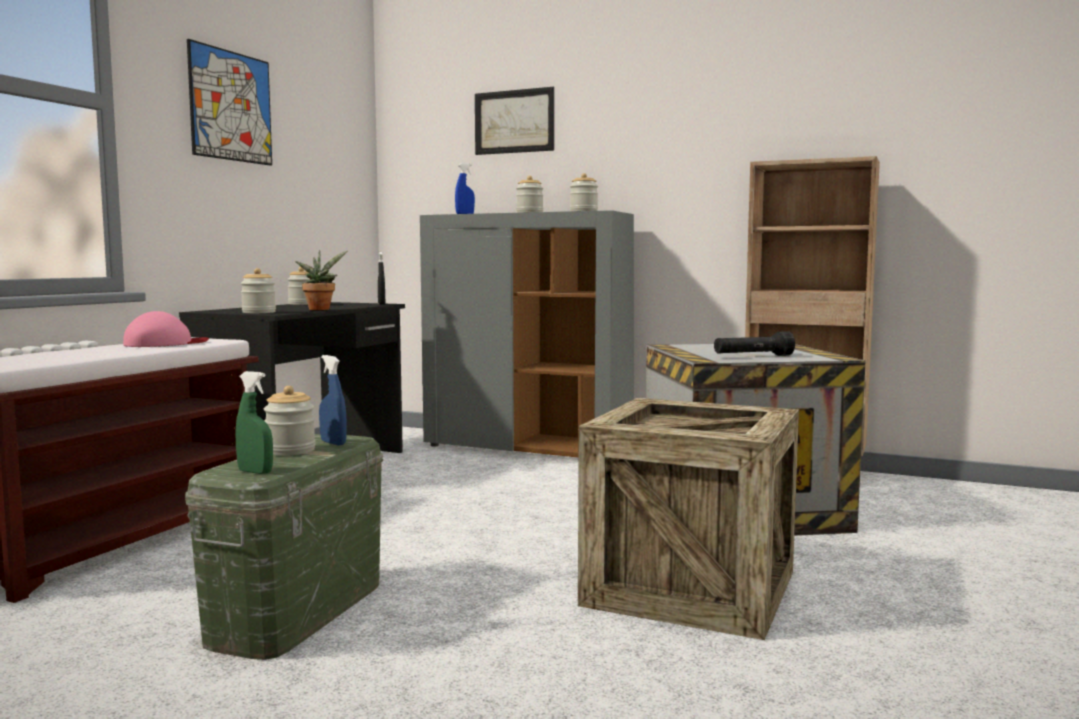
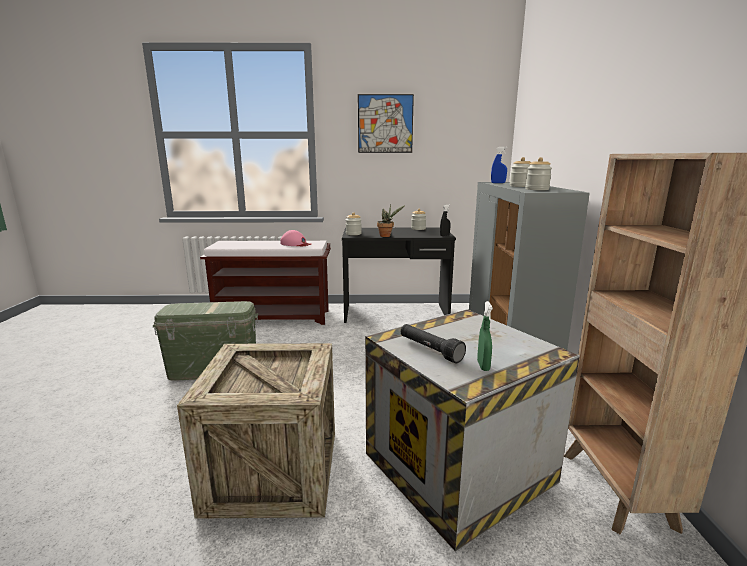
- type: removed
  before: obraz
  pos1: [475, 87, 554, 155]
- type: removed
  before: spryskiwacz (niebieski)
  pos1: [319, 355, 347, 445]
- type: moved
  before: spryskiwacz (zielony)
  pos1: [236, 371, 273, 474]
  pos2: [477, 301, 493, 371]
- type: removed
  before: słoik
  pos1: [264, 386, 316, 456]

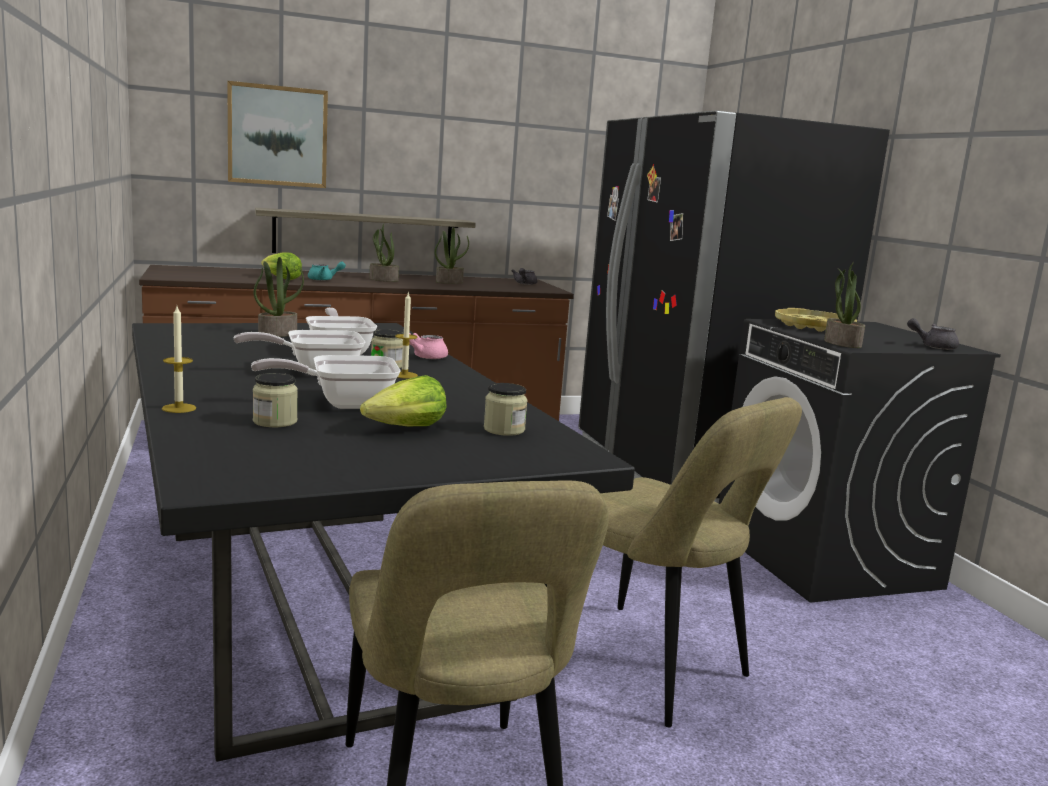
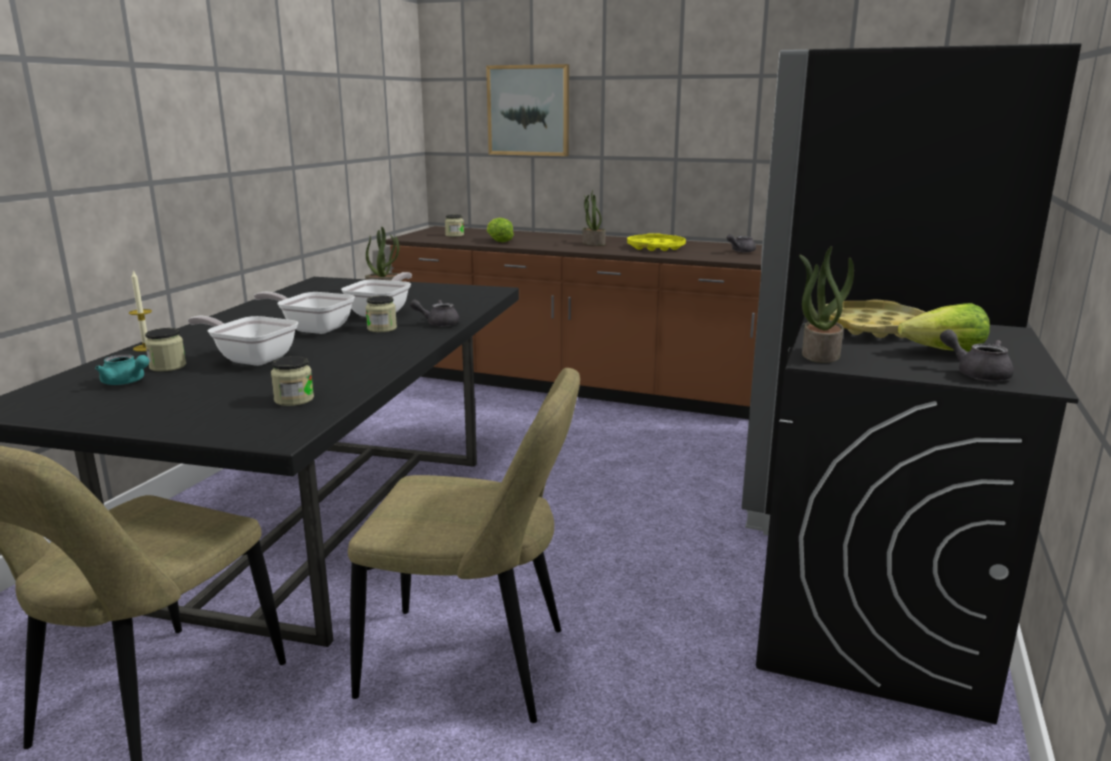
- type: removed
  before: półka
  pos1: [255, 208, 476, 258]
- type: replaced
  before: roślina doniczkowa
  after: taca (żółty)
  pos1: [434, 227, 469, 284]
  pos2: [627, 233, 686, 251]
- type: moved
  before: imbryk (turkusowy)
  pos1: [308, 262, 346, 281]
  pos2: [95, 354, 149, 385]
- type: removed
  before: świeca
  pos1: [395, 293, 418, 378]
- type: recoloured
  before: imbryk (różowy)
  after: imbryk (szary)
  pos1: [409, 333, 448, 359]
  pos2: [410, 299, 460, 326]
- type: moved
  before: sałata
  pos1: [360, 375, 447, 427]
  pos2: [898, 303, 990, 352]
- type: turned
  before: krzesło (beżowy)
  pos1: [545, 397, 802, 728]
  pos2: [348, 368, 580, 723]
  turn: -75
- type: added
  after: słoik
  pos2: [445, 214, 464, 237]

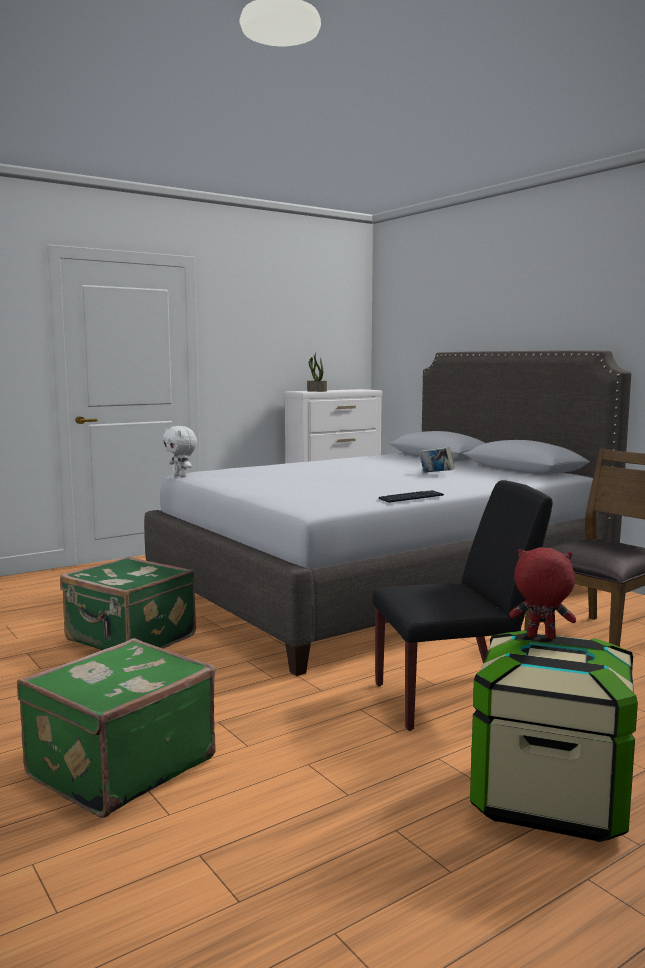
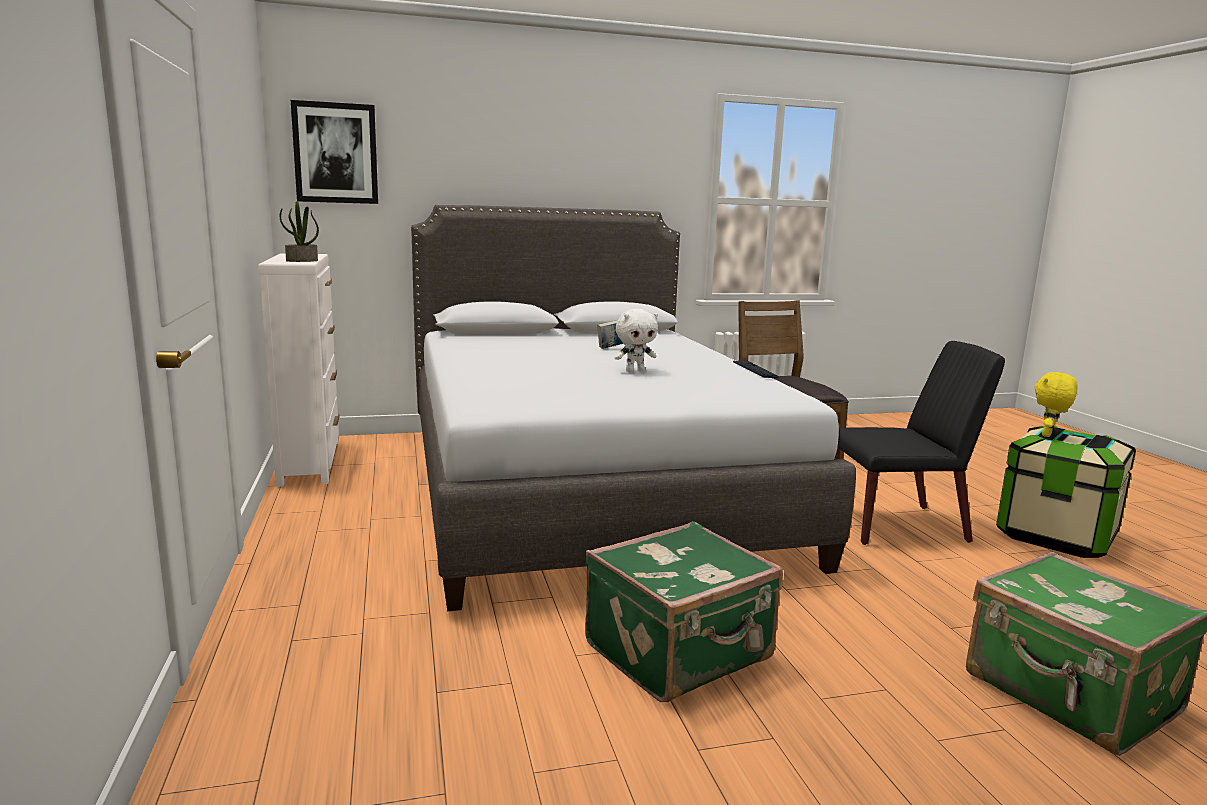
- type: moved
  before: pluszak (biały)
  pos1: [163, 426, 197, 477]
  pos2: [615, 309, 658, 372]
- type: turned
  before: krzesło (czarny)
  pos1: [372, 480, 553, 731]
  pos2: [835, 341, 1005, 545]
  turn: 75
- type: recoloured
  before: pluszak (czerwony)
  after: pluszak (żółty)
  pos1: [509, 547, 576, 639]
  pos2: [1035, 372, 1078, 437]
- type: added
  after: obraz
  pos2: [291, 100, 378, 204]

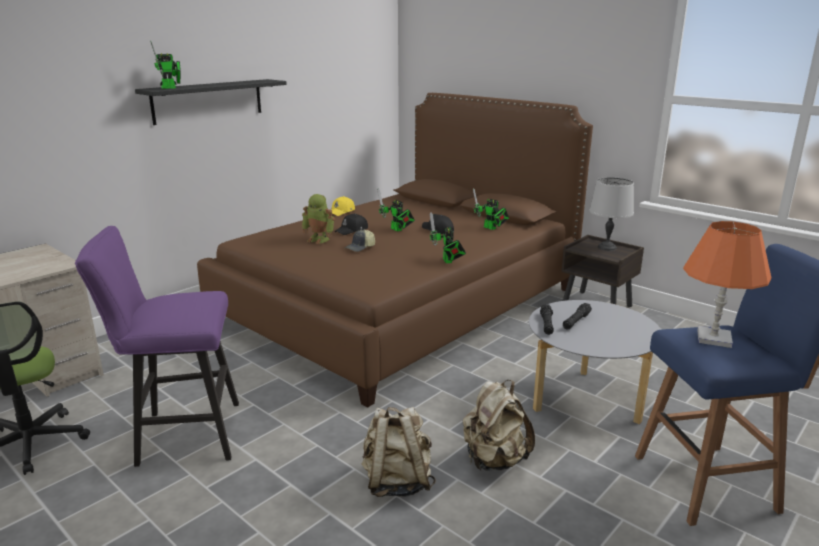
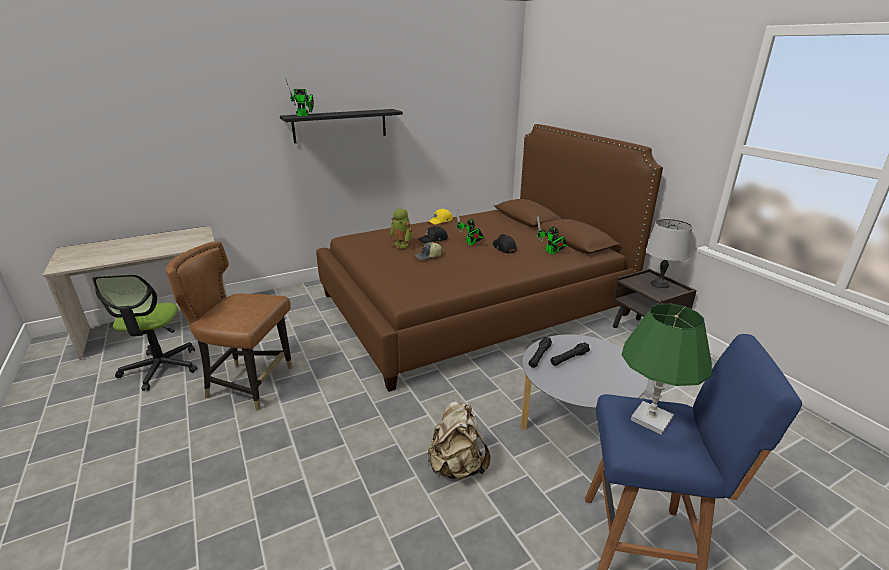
- type: removed
  before: robot zabawkowy
  pos1: [429, 212, 466, 263]
- type: recoloured
  before: lampa stołowa (pomarańczowy)
  after: lampa stołowa (zielony)
  pos1: [683, 221, 771, 348]
  pos2: [621, 304, 712, 435]
- type: replaced
  before: stołek (fioletowy)
  after: krzesło (brązowy)
  pos1: [75, 226, 239, 467]
  pos2: [166, 241, 292, 411]
- type: removed
  before: plecak (beżowy)
  pos1: [362, 407, 436, 497]

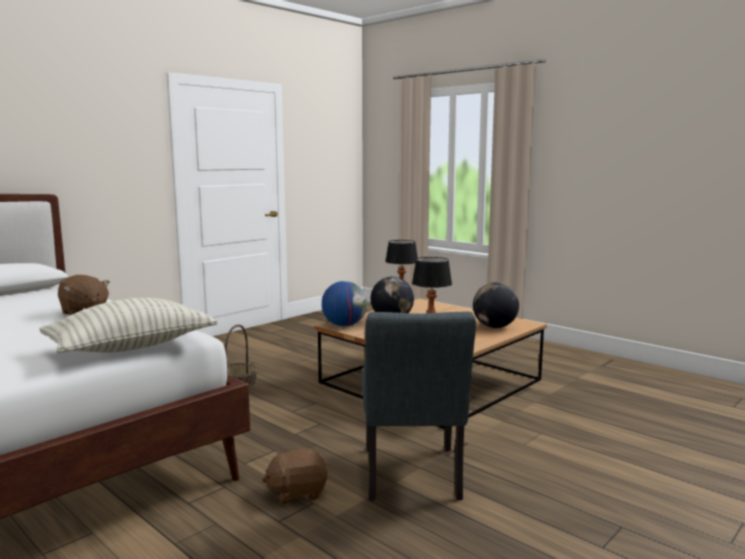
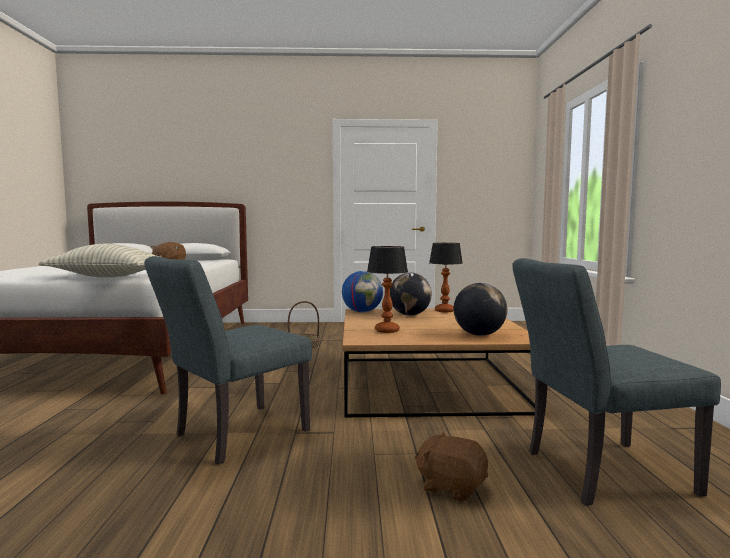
- type: moved
  before: pluszak (brązowy)
  pos1: [262, 449, 327, 505]
  pos2: [415, 432, 488, 502]
- type: added
  after: krzesło (szary)
  pos2: [512, 258, 721, 506]

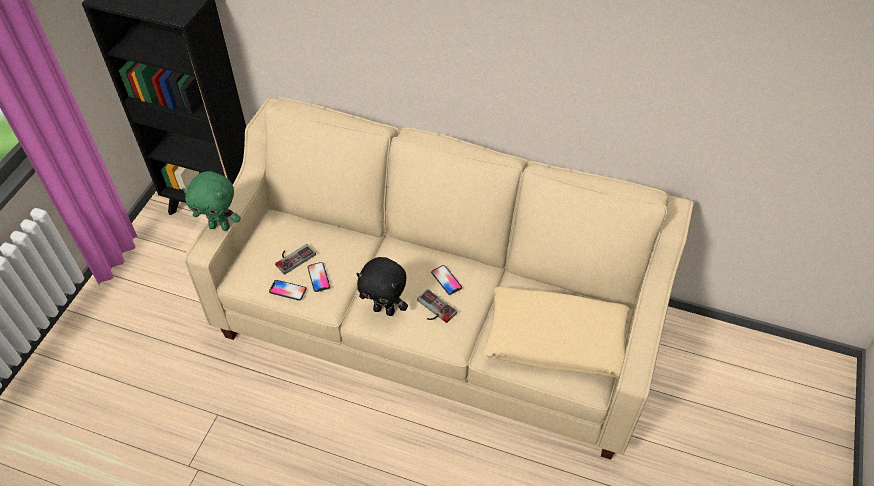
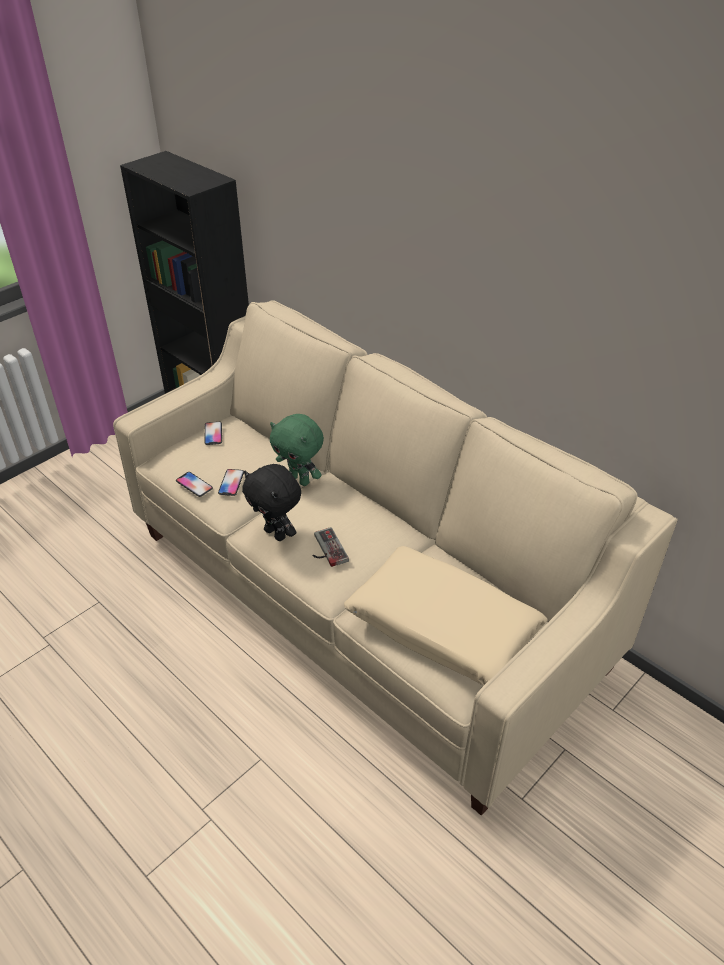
- type: moved
  before: pluszak (zielony)
  pos1: [182, 171, 241, 231]
  pos2: [270, 414, 324, 486]
- type: removed
  before: pad do gier
  pos1: [275, 244, 316, 275]
- type: moved
  before: telefon
  pos1: [431, 265, 462, 295]
  pos2: [204, 422, 222, 445]

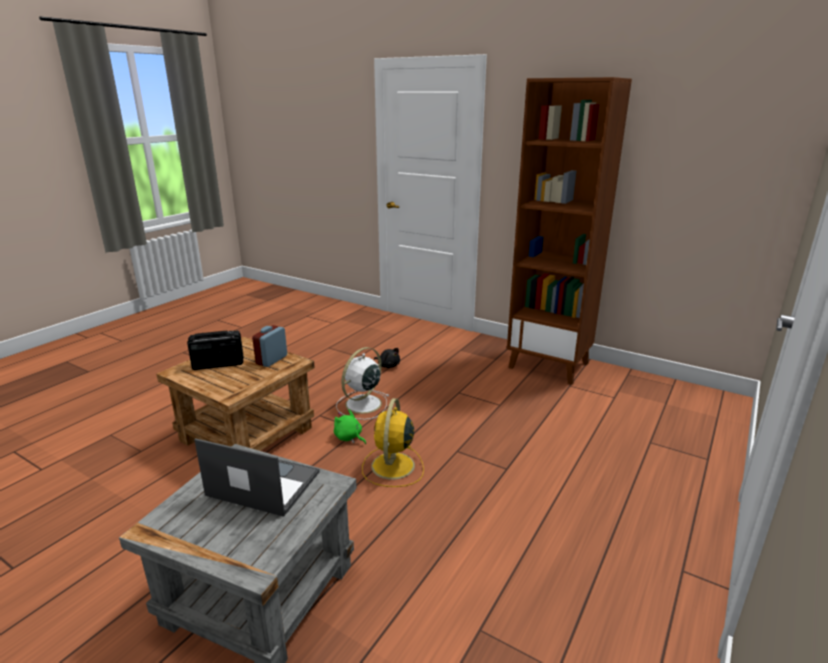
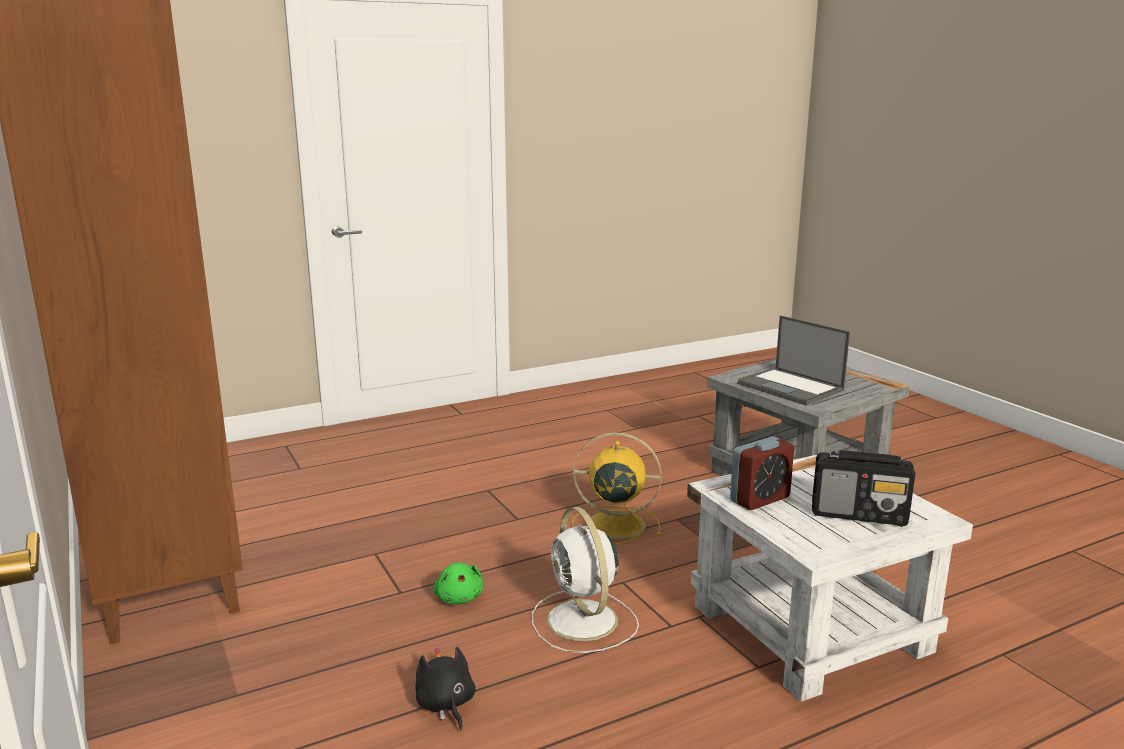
- type: recoloured
  before: stolik (brązowy)
  after: stolik (biały)
  pos1: [156, 337, 315, 451]
  pos2: [687, 452, 973, 702]
- type: turned
  before: wentylator (biały)
  pos1: [336, 347, 390, 420]
  pos2: [532, 507, 639, 653]
  turn: 90
- type: turned
  before: wentylator (żółty)
  pos1: [362, 398, 424, 487]
  pos2: [571, 432, 662, 545]
  turn: -120
- type: moved
  before: pluszak (zielony)
  pos1: [334, 410, 366, 444]
  pos2: [433, 562, 483, 604]

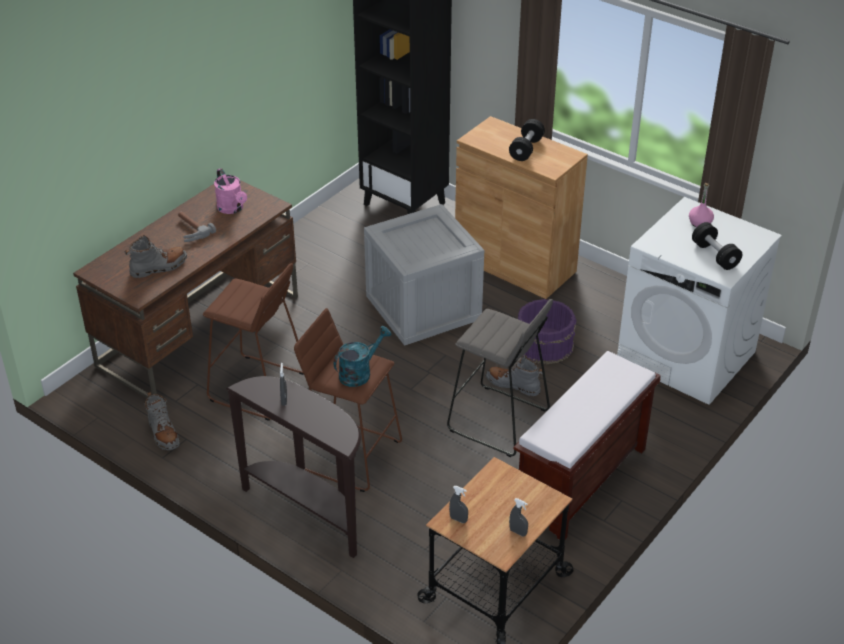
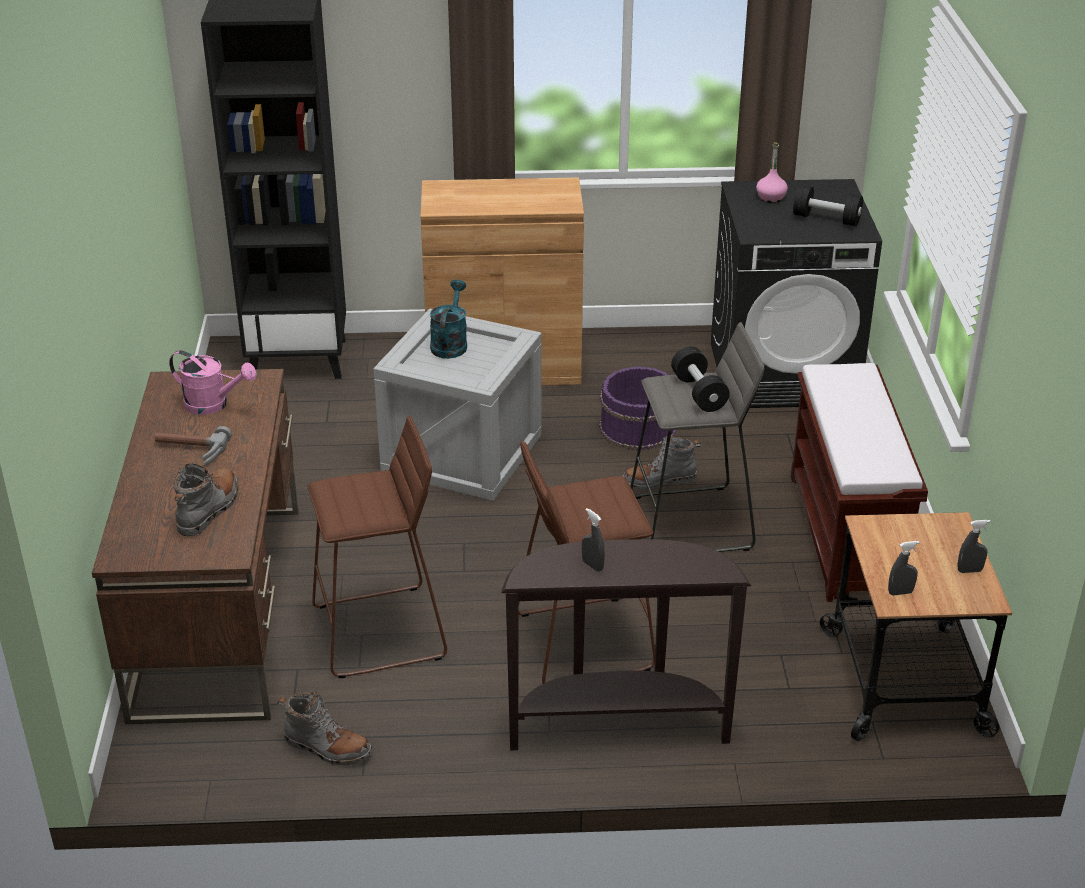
- type: moved
  before: hantel (czarny)
  pos1: [509, 119, 545, 161]
  pos2: [671, 347, 730, 412]
- type: recoloured
  before: pralka (biały)
  after: pralka (czarny)
  pos1: [617, 197, 782, 405]
  pos2: [711, 179, 882, 408]
- type: moved
  before: konewka (turkusowy)
  pos1: [333, 326, 391, 387]
  pos2: [430, 280, 467, 359]

